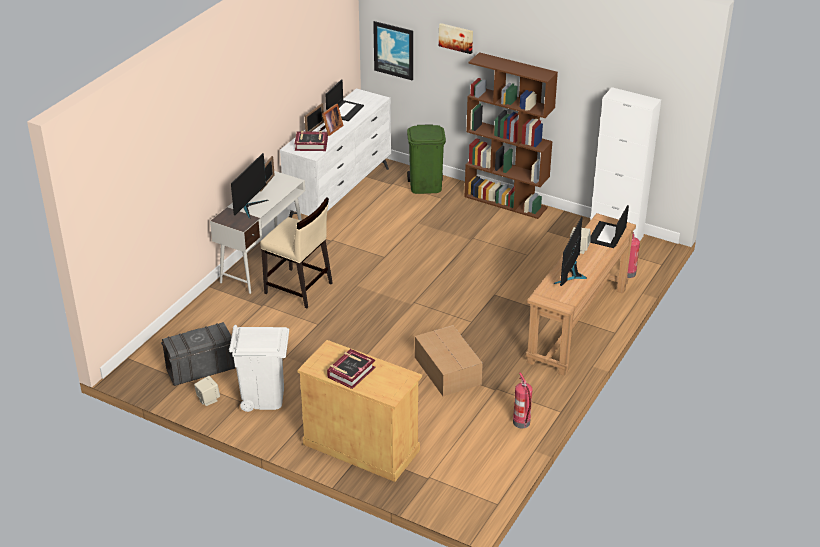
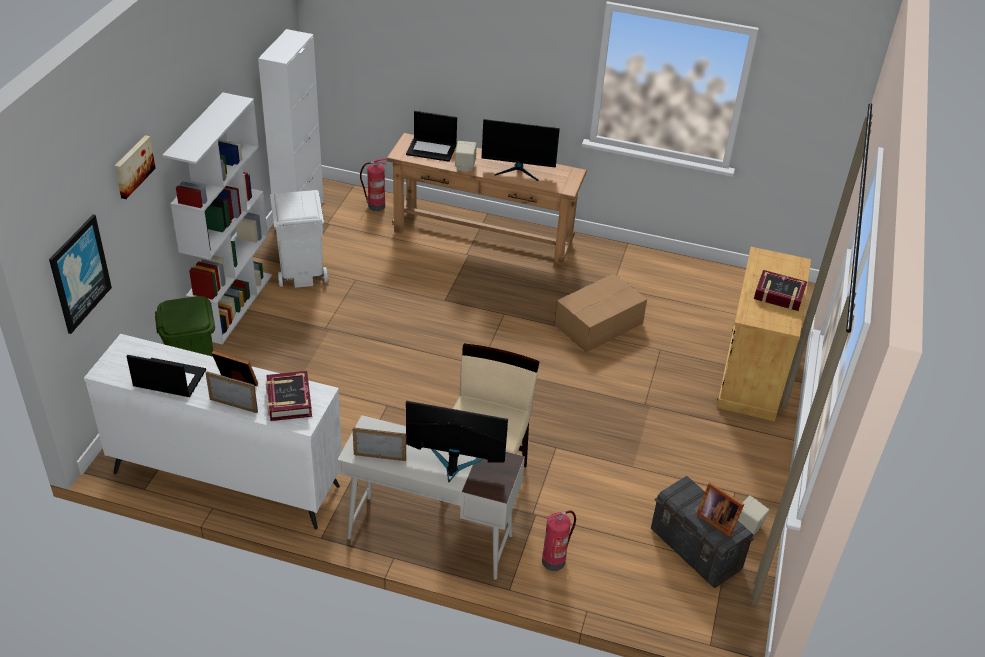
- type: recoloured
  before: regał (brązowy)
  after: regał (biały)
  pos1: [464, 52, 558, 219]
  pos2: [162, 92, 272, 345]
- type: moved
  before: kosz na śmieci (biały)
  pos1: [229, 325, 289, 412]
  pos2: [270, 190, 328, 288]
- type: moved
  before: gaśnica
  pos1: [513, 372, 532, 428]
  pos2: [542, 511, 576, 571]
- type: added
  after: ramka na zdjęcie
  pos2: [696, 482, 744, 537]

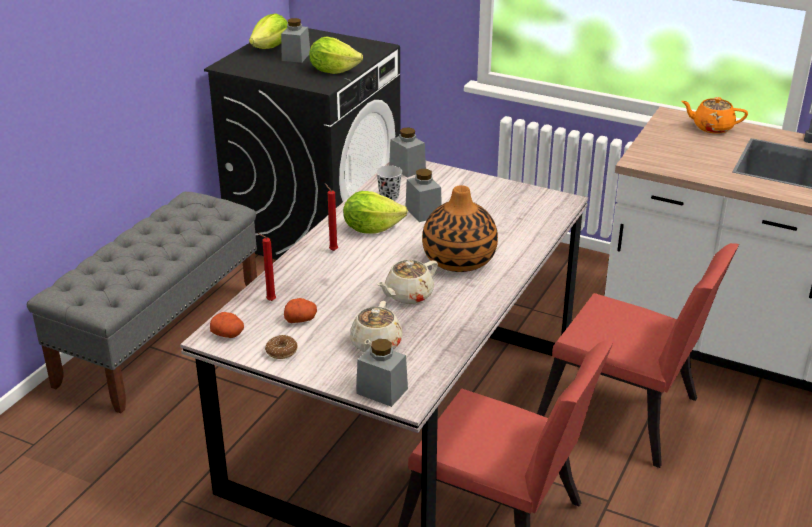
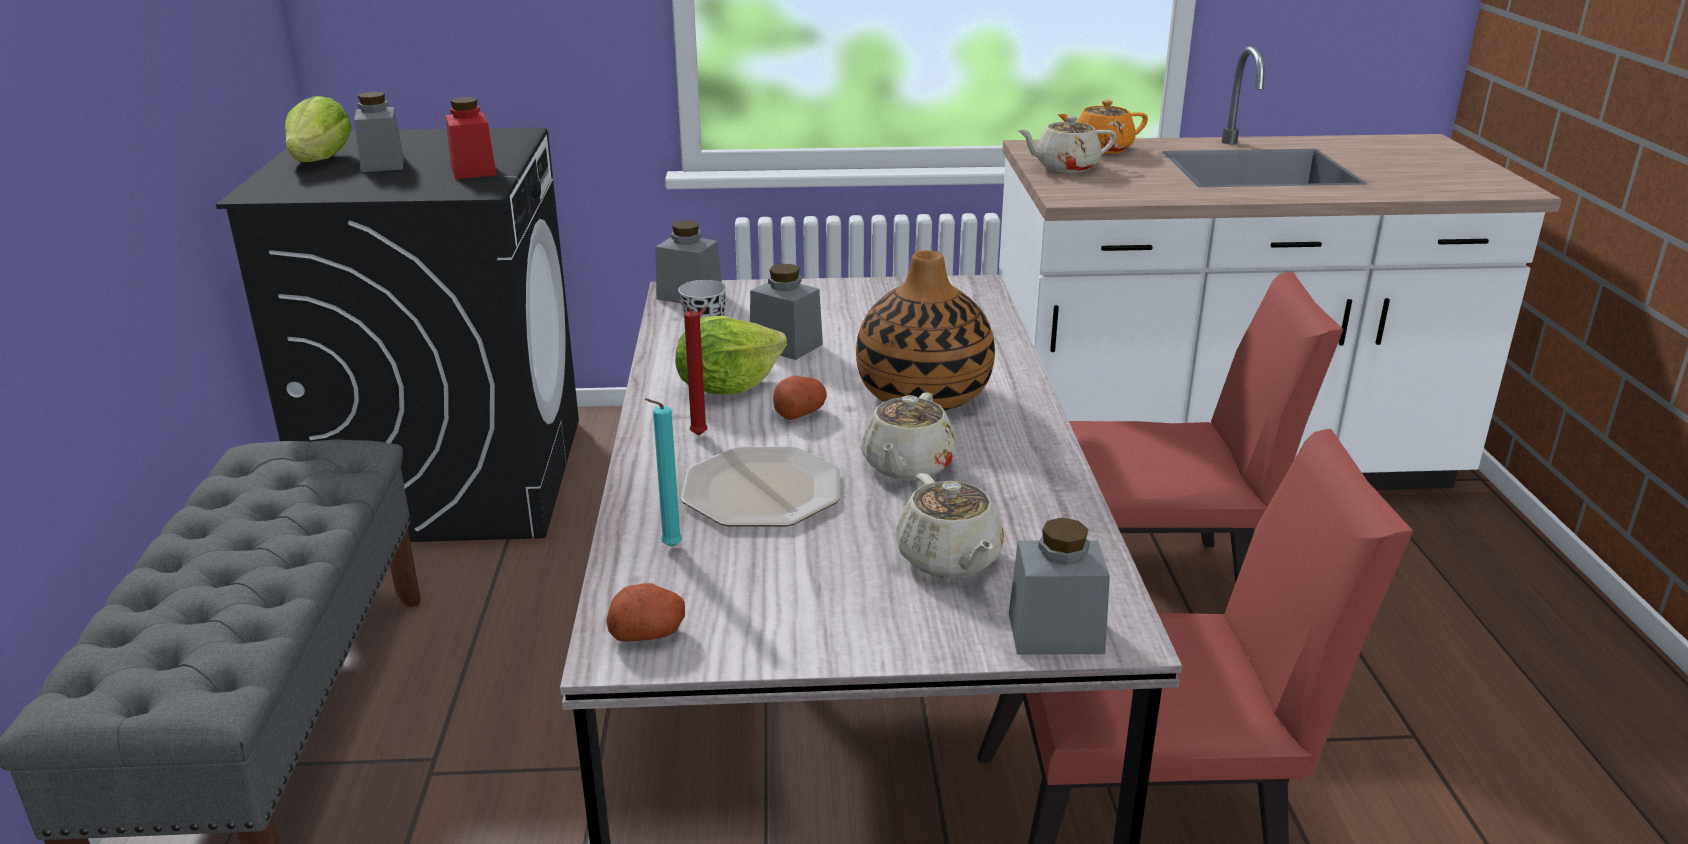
- type: replaced
  before: sałata
  after: słoik (czerwony)
  pos1: [309, 37, 363, 74]
  pos2: [445, 97, 496, 179]
- type: recoloured
  before: świeca (czerwony)
  after: świeca (turkusowy)
  pos1: [257, 233, 276, 301]
  pos2: [644, 398, 682, 547]
- type: moved
  before: ziemniak
  pos1: [284, 298, 317, 323]
  pos2: [773, 376, 827, 420]
- type: removed
  before: donut
  pos1: [265, 335, 298, 359]
- type: added
  after: imbryk (beżowy)
  pos2: [1017, 116, 1116, 172]
- type: added
  after: talerz
  pos2: [681, 447, 840, 527]

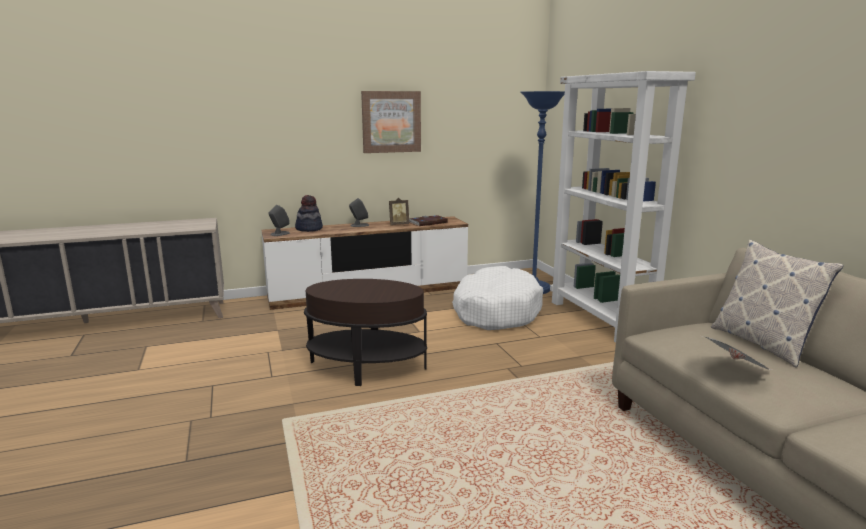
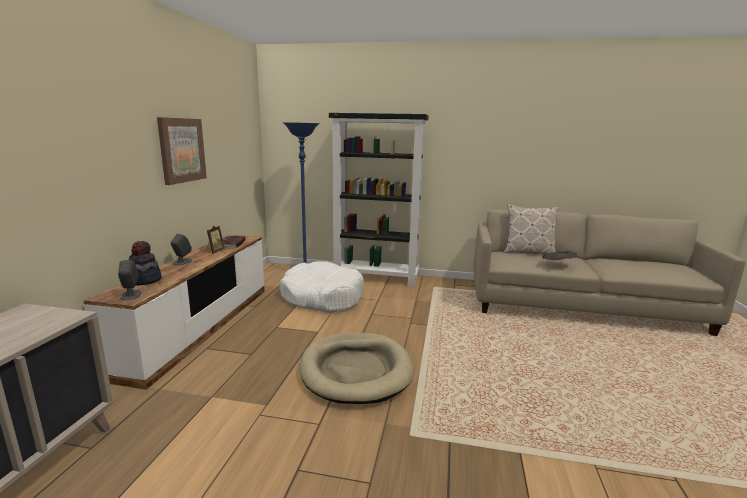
- type: recoloured
  before: regał (biały)
  after: regał (czarny)
  pos1: [550, 71, 696, 343]
  pos2: [329, 113, 429, 287]
- type: replaced
  before: stolik (brązowy)
  after: legowisko (beżowy)
  pos1: [304, 279, 427, 386]
  pos2: [300, 333, 414, 404]

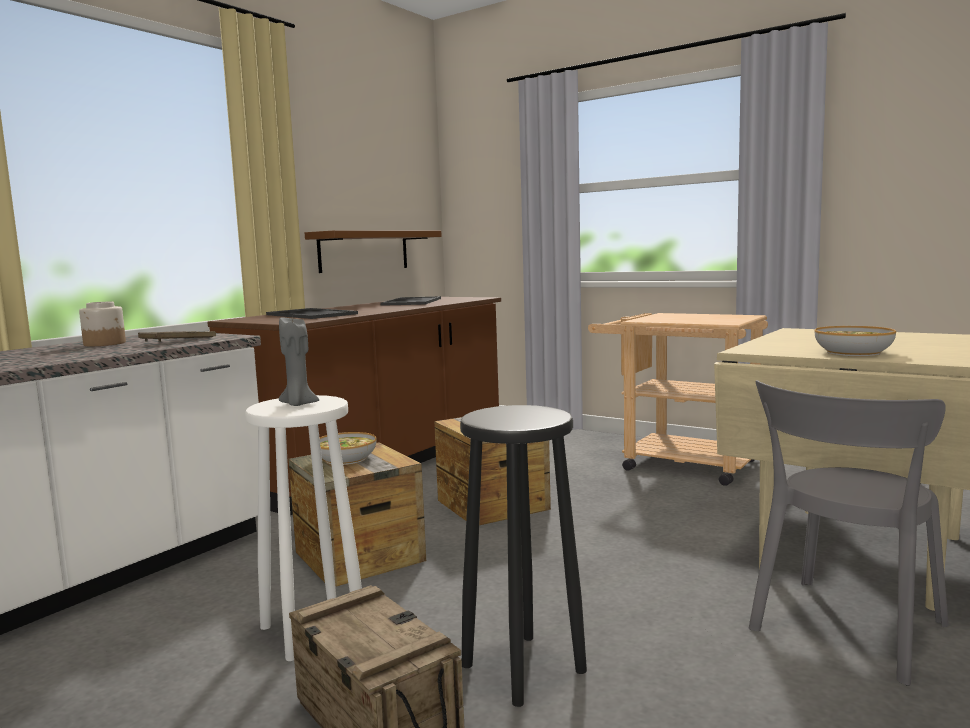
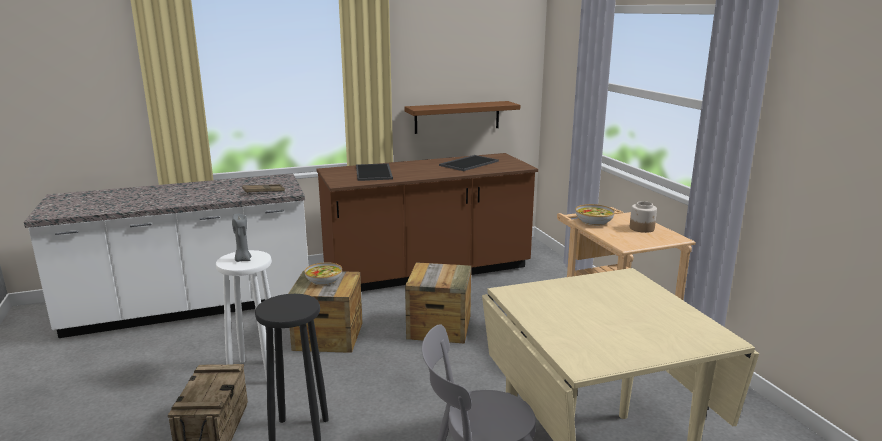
- type: moved
  before: słoik
  pos1: [79, 302, 126, 346]
  pos2: [630, 201, 657, 233]
- type: moved
  before: miska
  pos1: [814, 326, 896, 356]
  pos2: [575, 204, 615, 226]

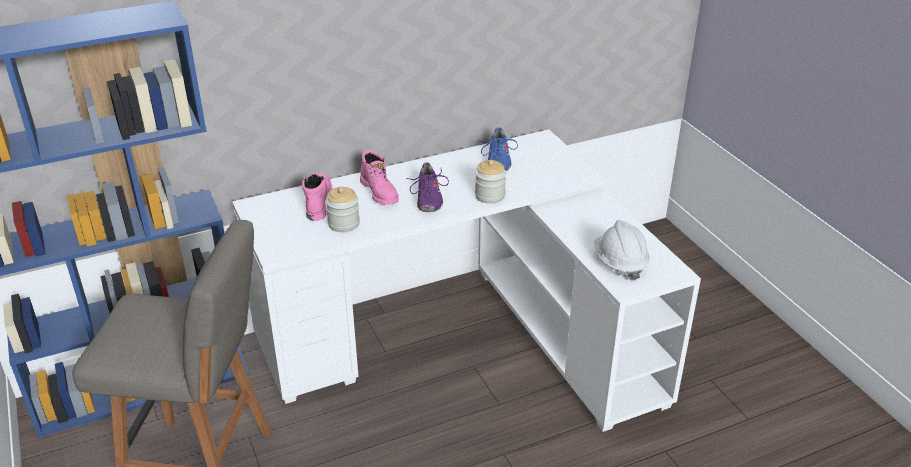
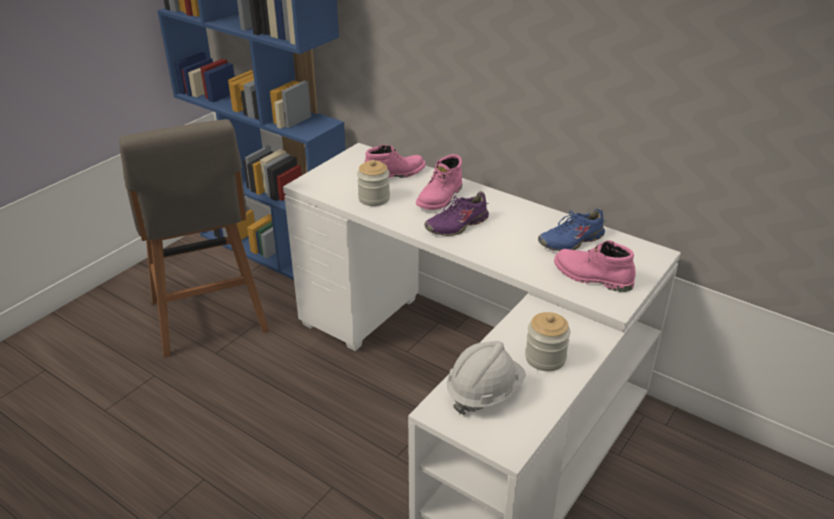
- type: moved
  before: słoik
  pos1: [475, 160, 506, 204]
  pos2: [525, 312, 570, 371]
- type: added
  after: but z cholewką (różowy)
  pos2: [554, 240, 636, 292]

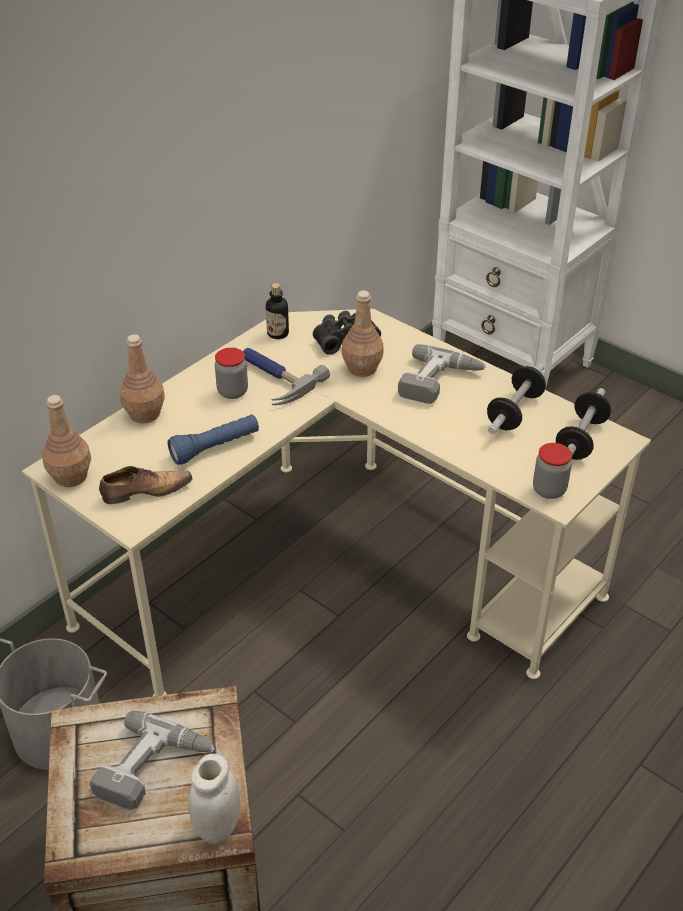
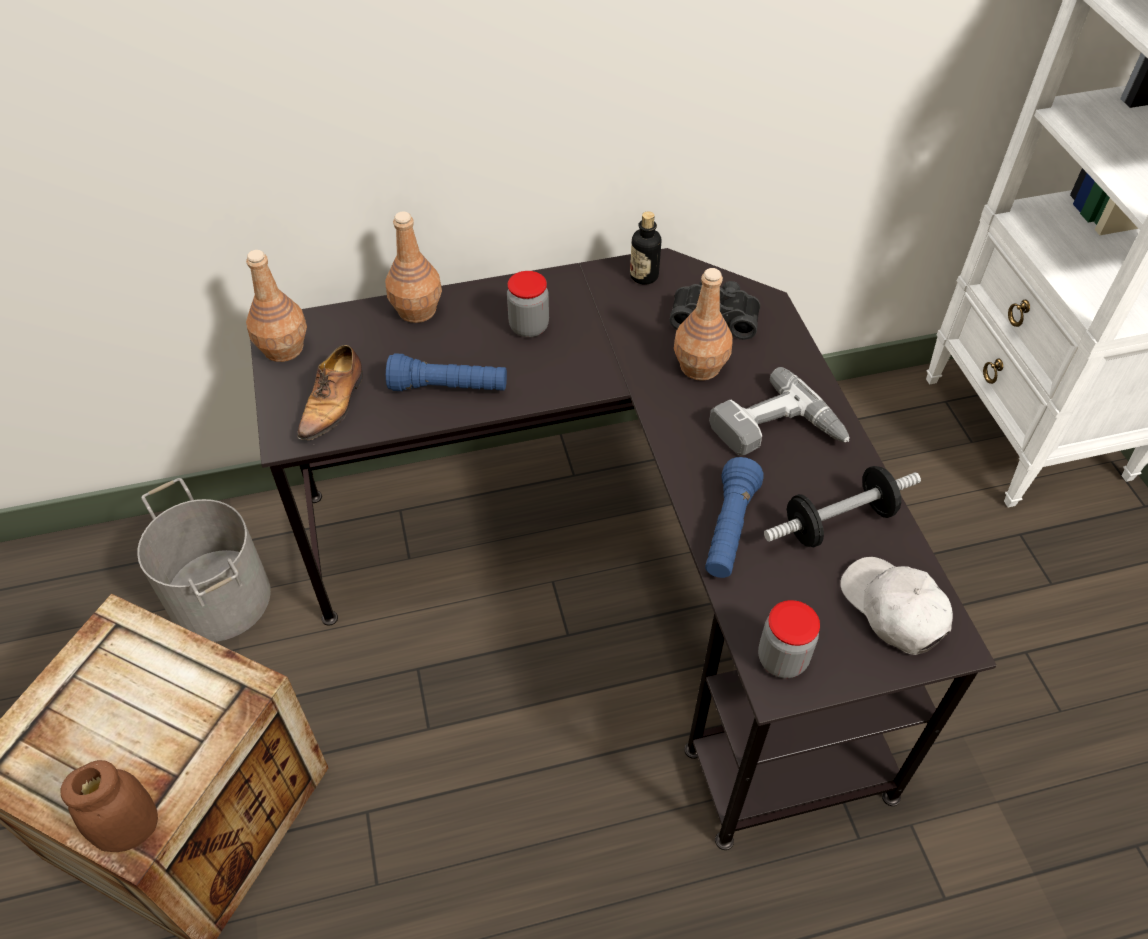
- type: recoloured
  before: biurko (beżowy)
  after: biurko (czarny)
  pos1: [22, 309, 651, 696]
  pos2: [250, 248, 997, 850]
- type: removed
  before: młotek
  pos1: [243, 348, 330, 405]
- type: replaced
  before: hantel
  after: czapka z daszkiem (biały)
  pos1: [556, 388, 611, 460]
  pos2: [840, 557, 953, 655]
- type: turned
  before: but
  pos1: [99, 466, 193, 504]
  pos2: [297, 345, 363, 440]
  turn: 90
- type: removed
  before: wiertarka
  pos1: [90, 710, 215, 810]
- type: recoloured
  before: słoik (biały)
  after: słoik (brązowy)
  pos1: [189, 754, 241, 844]
  pos2: [60, 760, 158, 852]
- type: added
  after: latarka (niebieski)
  pos2: [705, 457, 764, 578]

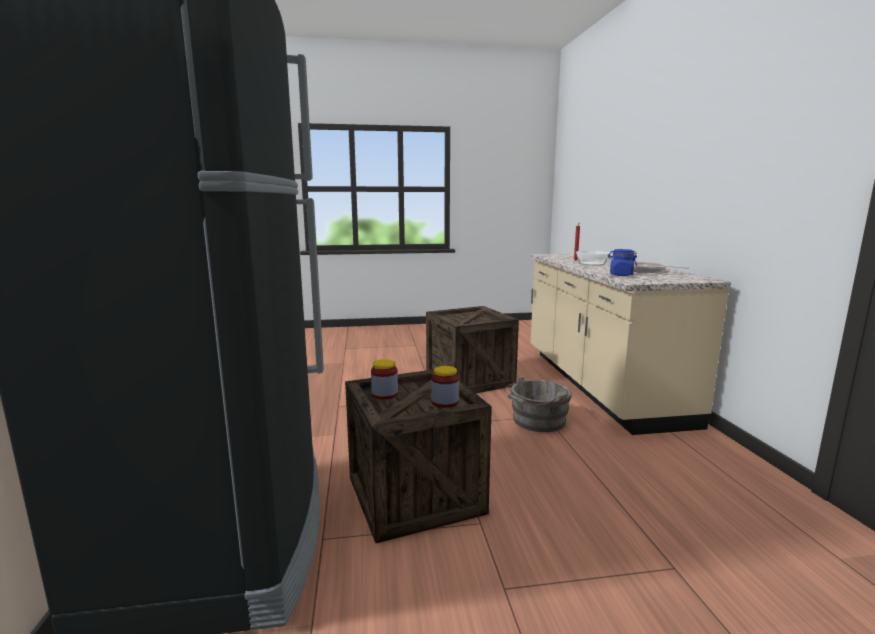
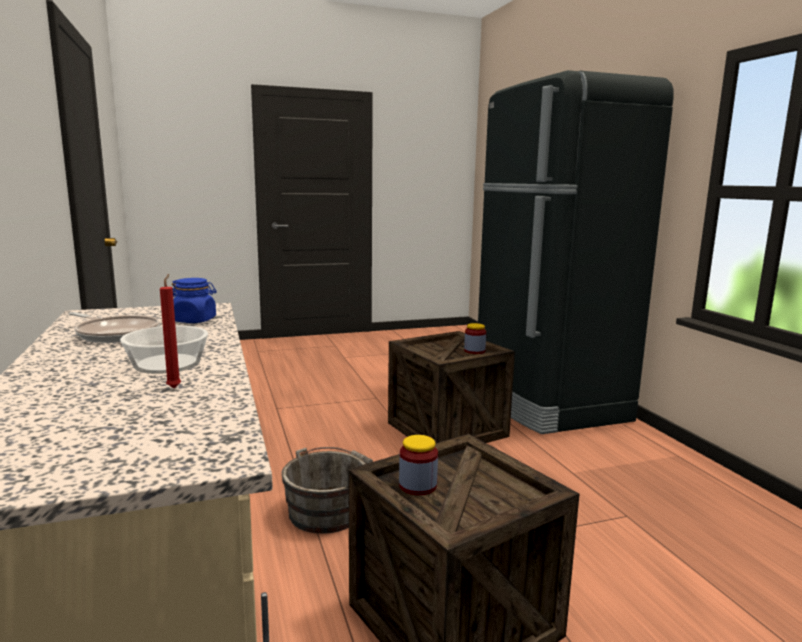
- type: moved
  before: słoik
  pos1: [431, 366, 459, 408]
  pos2: [399, 435, 438, 495]

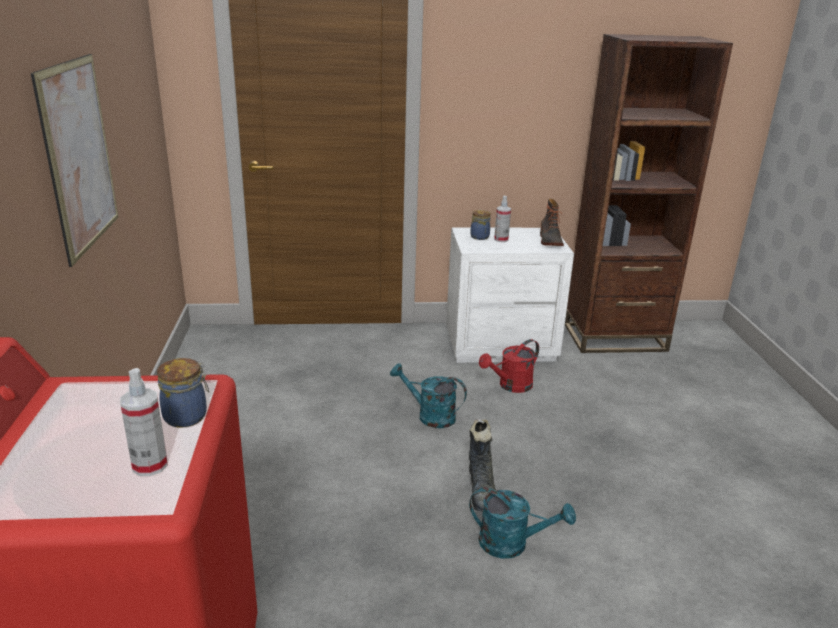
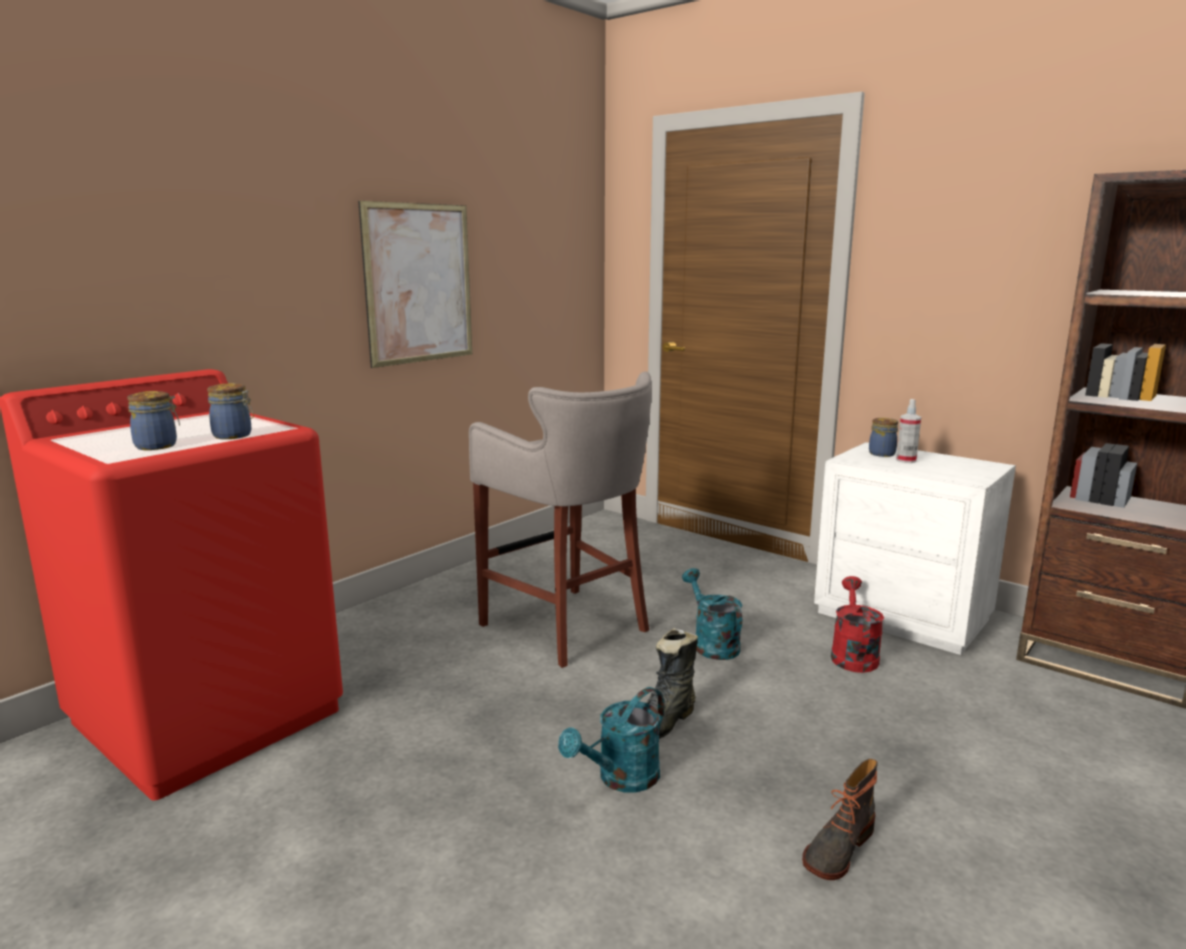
- type: moved
  before: but z cholewką
  pos1: [540, 199, 564, 246]
  pos2: [802, 759, 878, 880]
- type: turned
  before: konewka (czerwony)
  pos1: [479, 339, 539, 393]
  pos2: [831, 576, 884, 673]
  turn: 90
- type: replaced
  before: spryskiwacz
  after: słoik
  pos1: [120, 368, 168, 476]
  pos2: [127, 391, 180, 450]
- type: turned
  before: konewka (turkusowy)
  pos1: [469, 487, 576, 559]
  pos2: [558, 687, 664, 792]
  turn: 75
- type: added
  after: stołek (szary)
  pos2: [469, 372, 652, 668]

